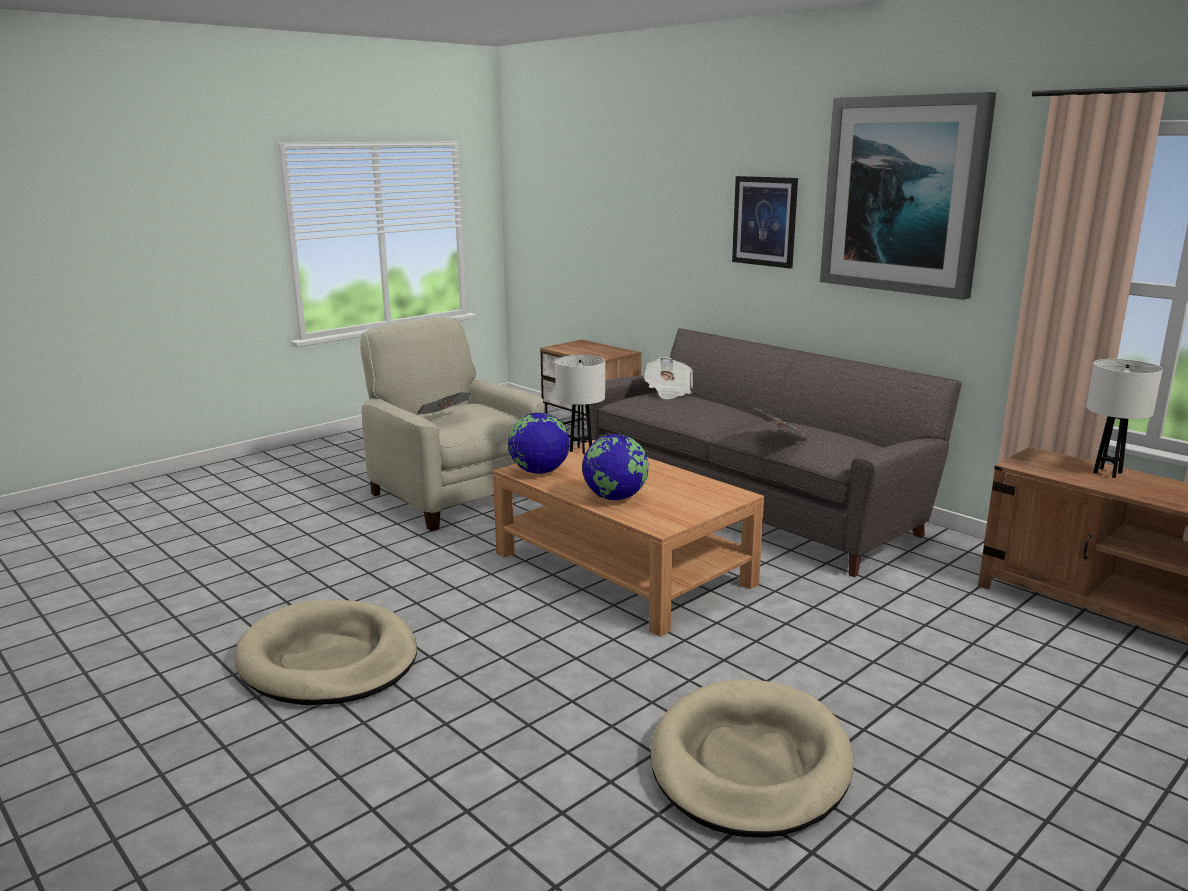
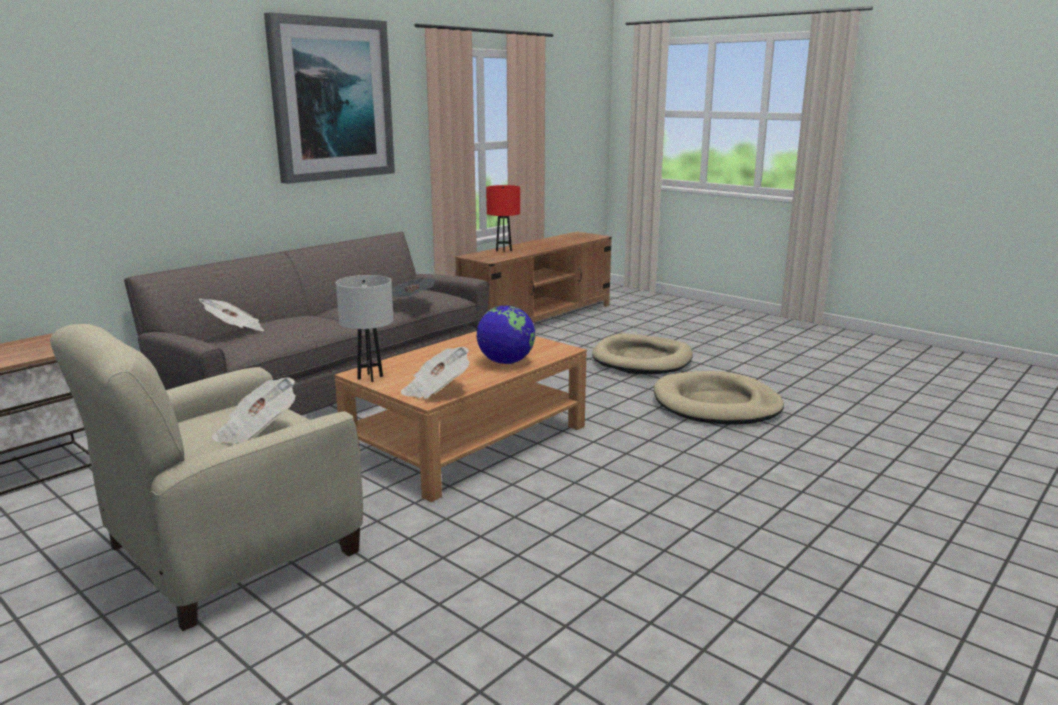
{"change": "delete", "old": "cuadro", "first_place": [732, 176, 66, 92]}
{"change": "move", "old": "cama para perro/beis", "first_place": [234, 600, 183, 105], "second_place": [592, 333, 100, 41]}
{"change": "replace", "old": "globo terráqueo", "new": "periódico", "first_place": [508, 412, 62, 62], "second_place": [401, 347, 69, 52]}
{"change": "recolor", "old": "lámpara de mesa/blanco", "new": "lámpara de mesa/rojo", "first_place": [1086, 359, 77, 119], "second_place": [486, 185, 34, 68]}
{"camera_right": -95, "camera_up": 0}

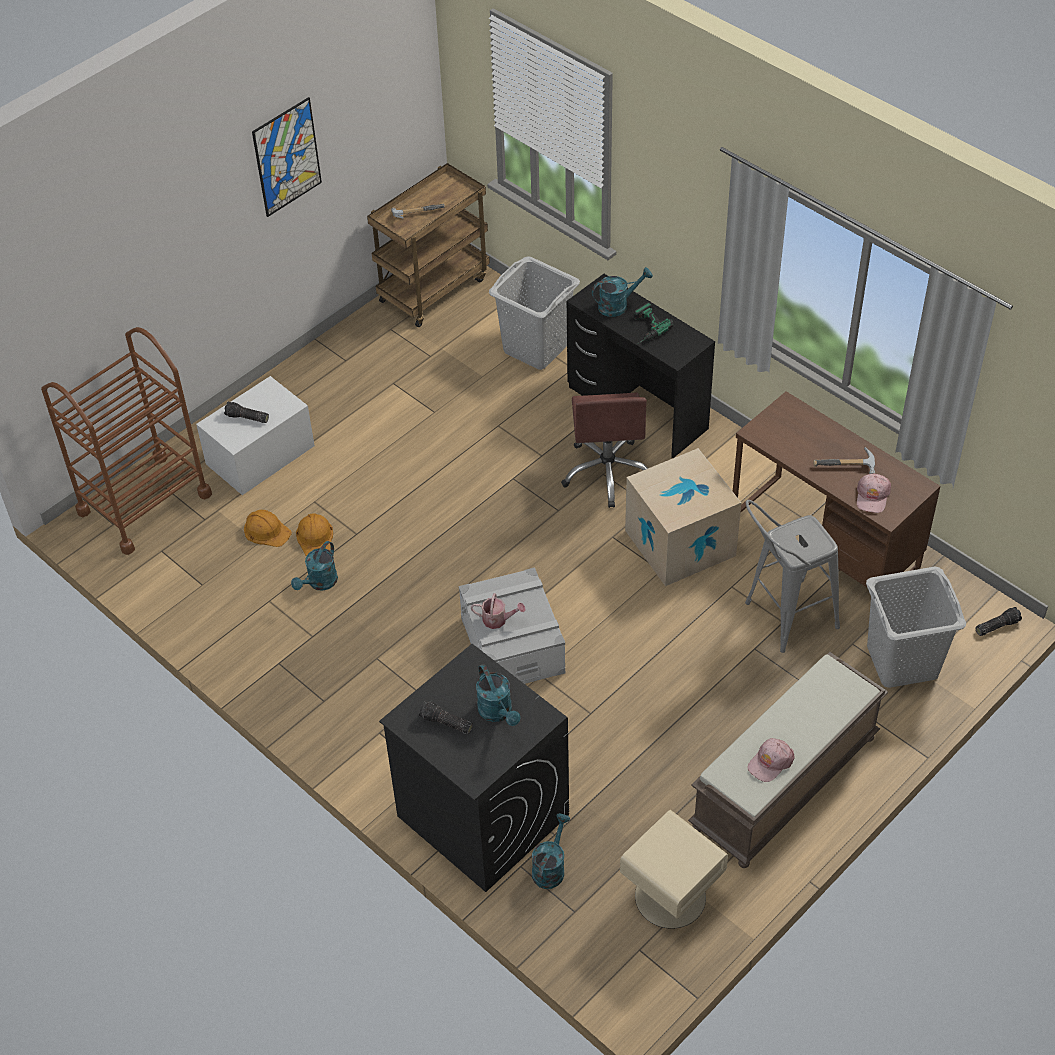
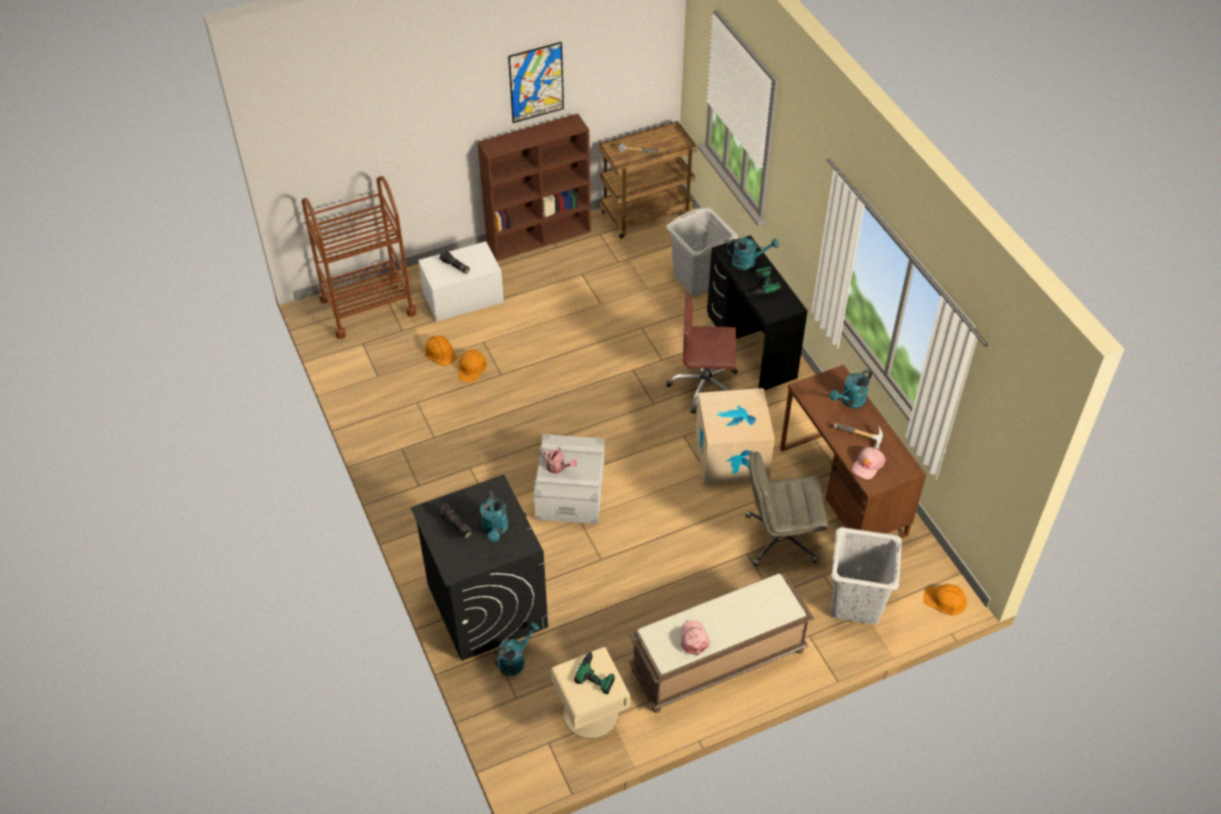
{"change": "insert", "new": "estantería/marrón", "second_place": [478, 114, 113, 147]}
{"change": "insert", "new": "taladro", "second_place": [574, 647, 41, 47]}
{"change": "move", "old": "regadera/turquesa", "first_place": [291, 541, 47, 50], "second_place": [829, 369, 43, 39]}
{"change": "replace", "old": "taburete/gris", "new": "silla de oficina/gris", "first_place": [745, 500, 95, 153], "second_place": [746, 451, 82, 115]}
{"change": "replace", "old": "linterna", "new": "casco/naranja", "first_place": [975, 607, 47, 29], "second_place": [923, 584, 44, 32]}
{"change": "rotate", "old": "silla de oficina/marrón", "first_place": [561, 393, 87, 115], "second_place": [666, 294, 72, 120], "degrees": 75}
{"change": "rotate", "old": "gorra/rosa", "first_place": [748, 738, 47, 44], "second_place": [680, 620, 30, 35], "degrees": 105}
{"camera_right": 20, "camera_up": 0}

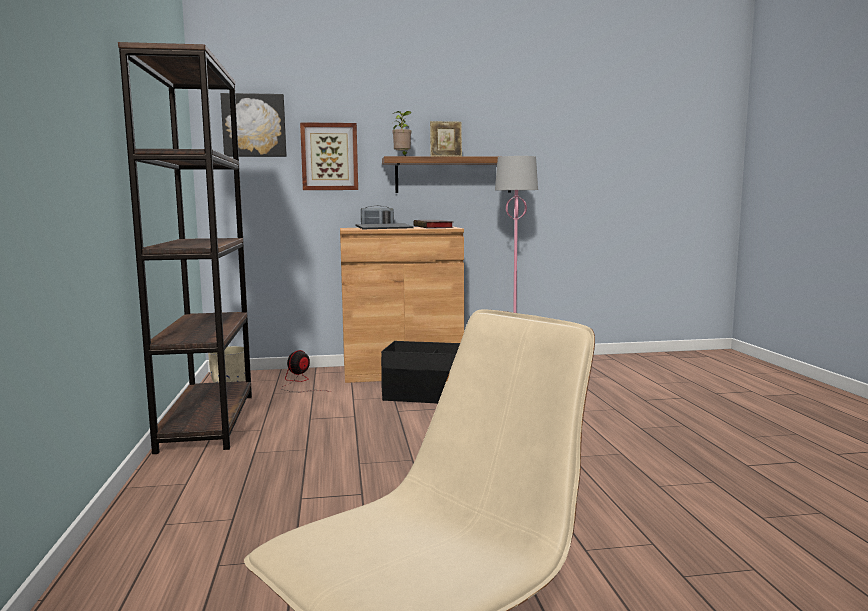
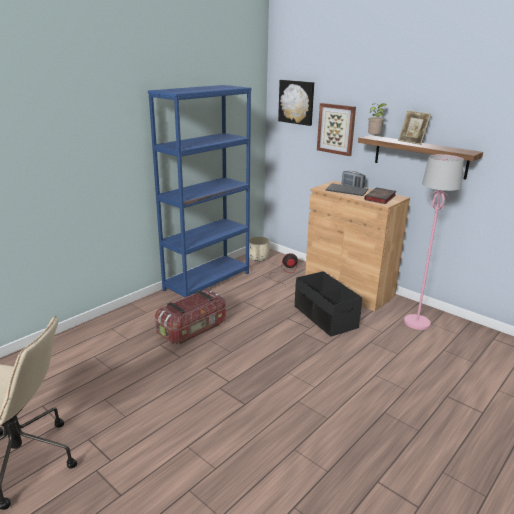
{"change": "insert", "new": "caja de almacenaje", "second_place": [155, 289, 71, 55]}
{"change": "recolor", "old": "estantería/marrón", "new": "estantería/azul", "first_place": [118, 42, 134, 412], "second_place": [148, 85, 104, 213]}
{"camera_right": 50, "camera_up": 15}

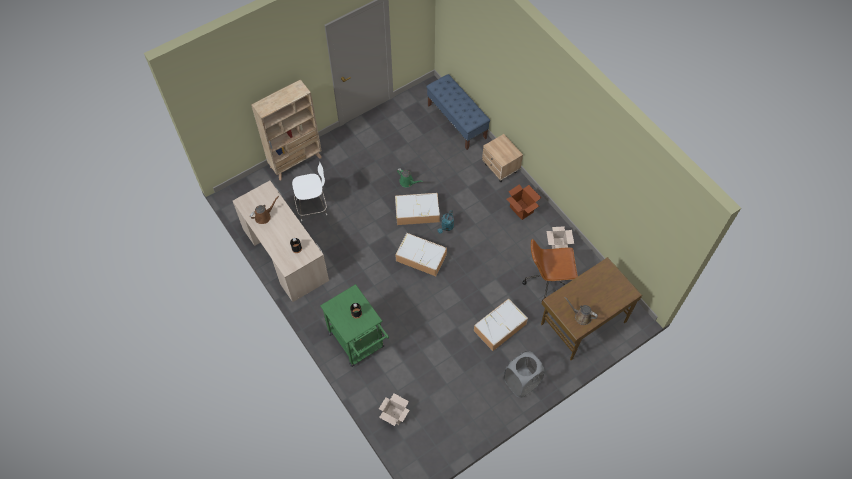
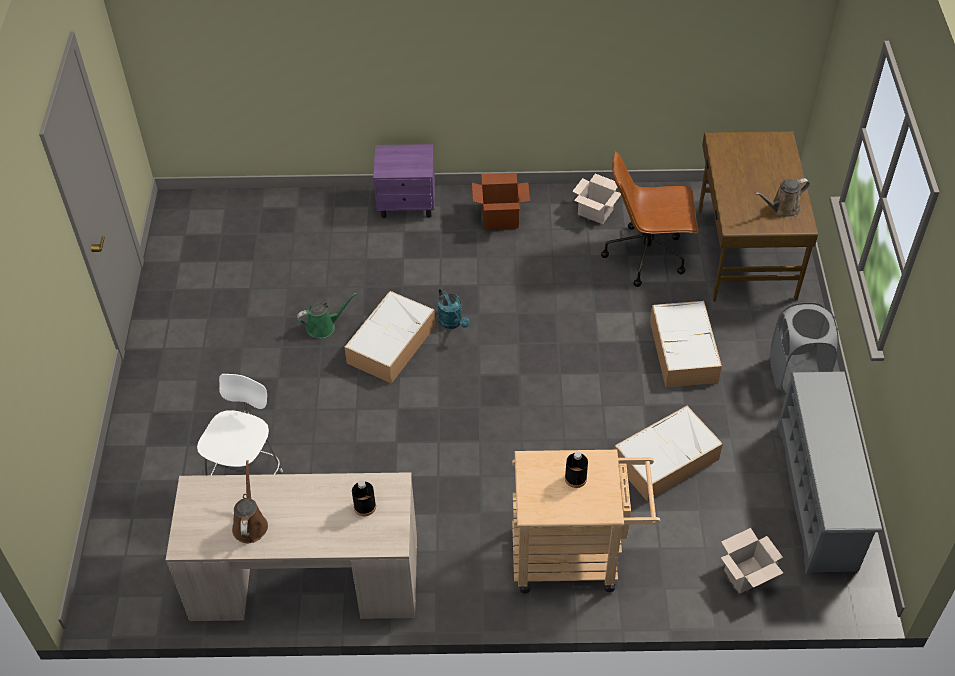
{"change": "delete", "old": "estantería/beis", "first_place": [251, 79, 71, 101]}
{"change": "delete", "old": "banco/azul", "first_place": [426, 74, 64, 76]}
{"change": "insert", "new": "zapatero/gris", "second_place": [777, 371, 105, 204]}
{"change": "move", "old": "caja de almacenaje", "first_place": [396, 233, 51, 43], "second_place": [614, 406, 109, 95]}
{"change": "recolor", "old": "carrito/verde", "new": "carrito/beis", "first_place": [320, 284, 69, 83], "second_place": [512, 450, 148, 143]}
{"change": "recolor", "old": "mesita de noche/beis", "new": "mesita de noche/morado", "first_place": [482, 134, 41, 48], "second_place": [373, 144, 62, 74]}
{"change": "rotate", "old": "silla de oficina/marrón", "first_place": [522, 239, 56, 60], "second_place": [601, 151, 97, 136], "degrees": 60}
{"camera_right": -55, "camera_up": -10}

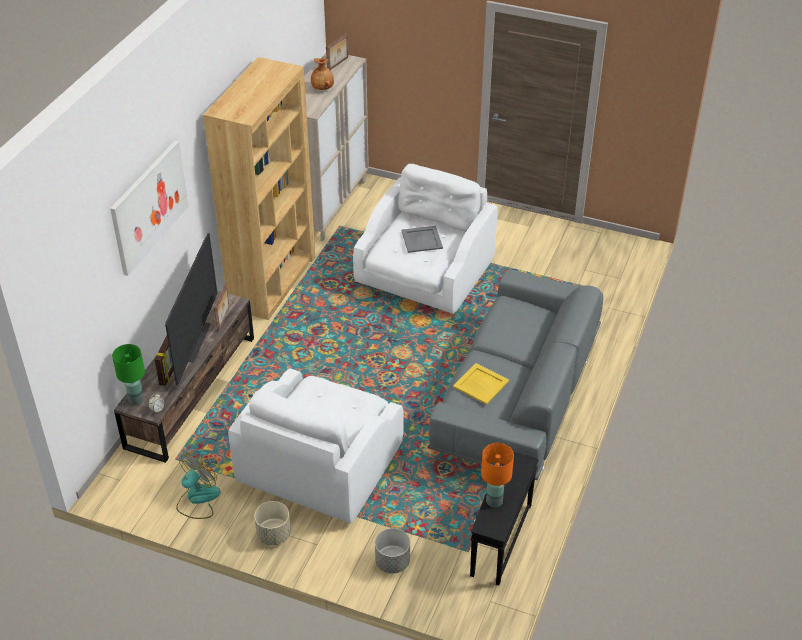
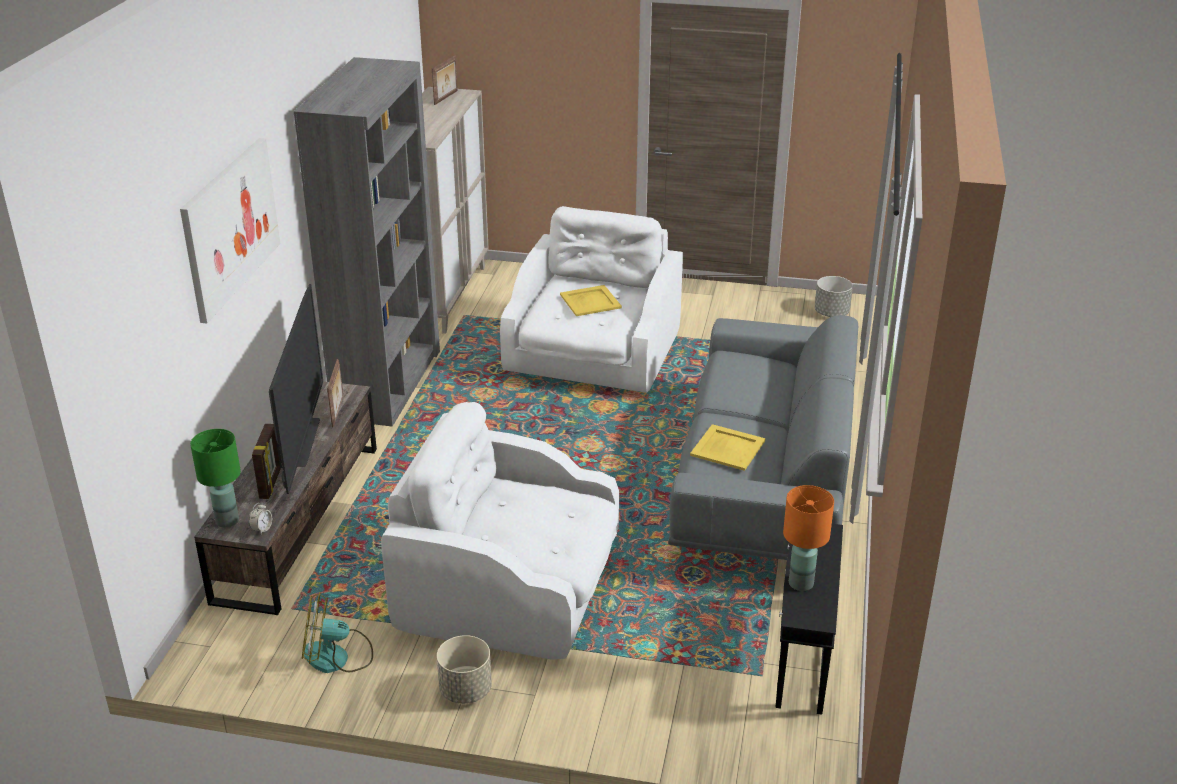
{"change": "delete", "old": "florero/marrón", "first_place": [311, 58, 23, 32]}
{"change": "move", "old": "maceta/gris", "first_place": [375, 528, 35, 46], "second_place": [815, 276, 38, 41]}
{"change": "recolor", "old": "estantería/marrón", "new": "estantería/gris", "first_place": [203, 57, 112, 263], "second_place": [294, 57, 146, 370]}
{"change": "recolor", "old": "bandeja/gris", "new": "bandeja/amarillo", "first_place": [401, 226, 42, 27], "second_place": [560, 285, 62, 31]}
{"change": "rotate", "old": "ventilador", "first_place": [176, 453, 45, 66], "second_place": [302, 592, 71, 81], "degrees": -120}
{"change": "rotate", "old": "sillón/blanco", "first_place": [228, 368, 176, 156], "second_place": [381, 402, 238, 258], "degrees": 90}
{"camera_right": -10, "camera_up": -10}

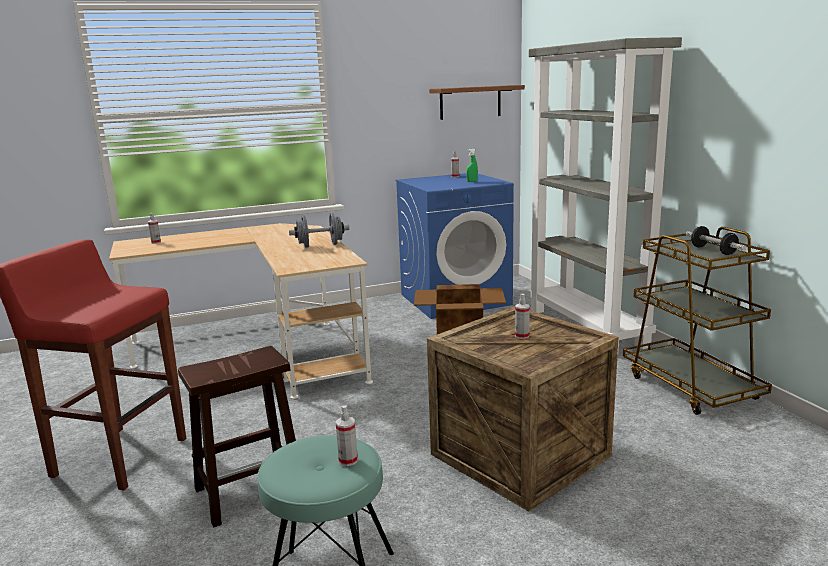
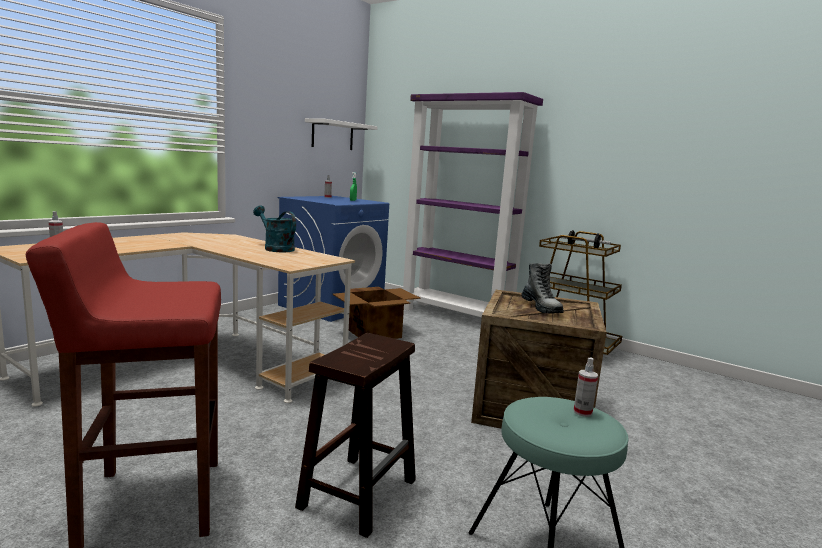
{"change": "replace", "old": "mancuerna/gris", "new": "regadera/turquesa", "first_place": [289, 213, 60, 35], "second_place": [253, 206, 43, 46]}
{"change": "replace", "old": "pulverizador", "new": "bota", "first_place": [515, 294, 15, 45], "second_place": [521, 263, 43, 50]}
{"change": "recolor", "old": "estante/marrón", "new": "estante/blanco", "first_place": [429, 85, 96, 35], "second_place": [305, 118, 72, 32]}
{"change": "recolor", "old": "estantería/gris", "new": "estantería/morado", "first_place": [528, 37, 154, 313], "second_place": [403, 92, 140, 226]}
{"camera_right": -35, "camera_up": -5}

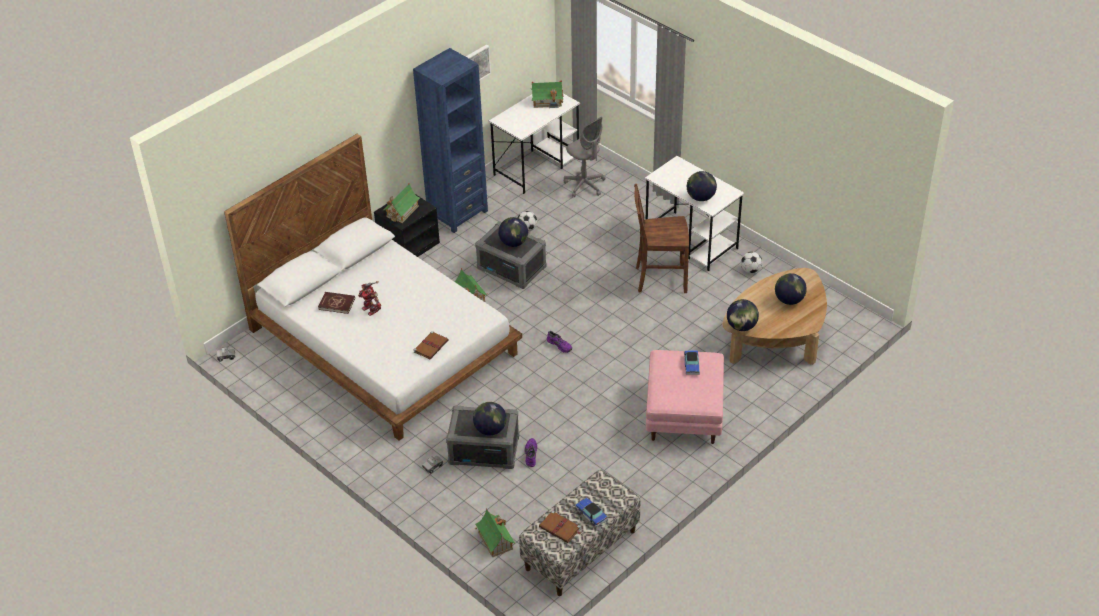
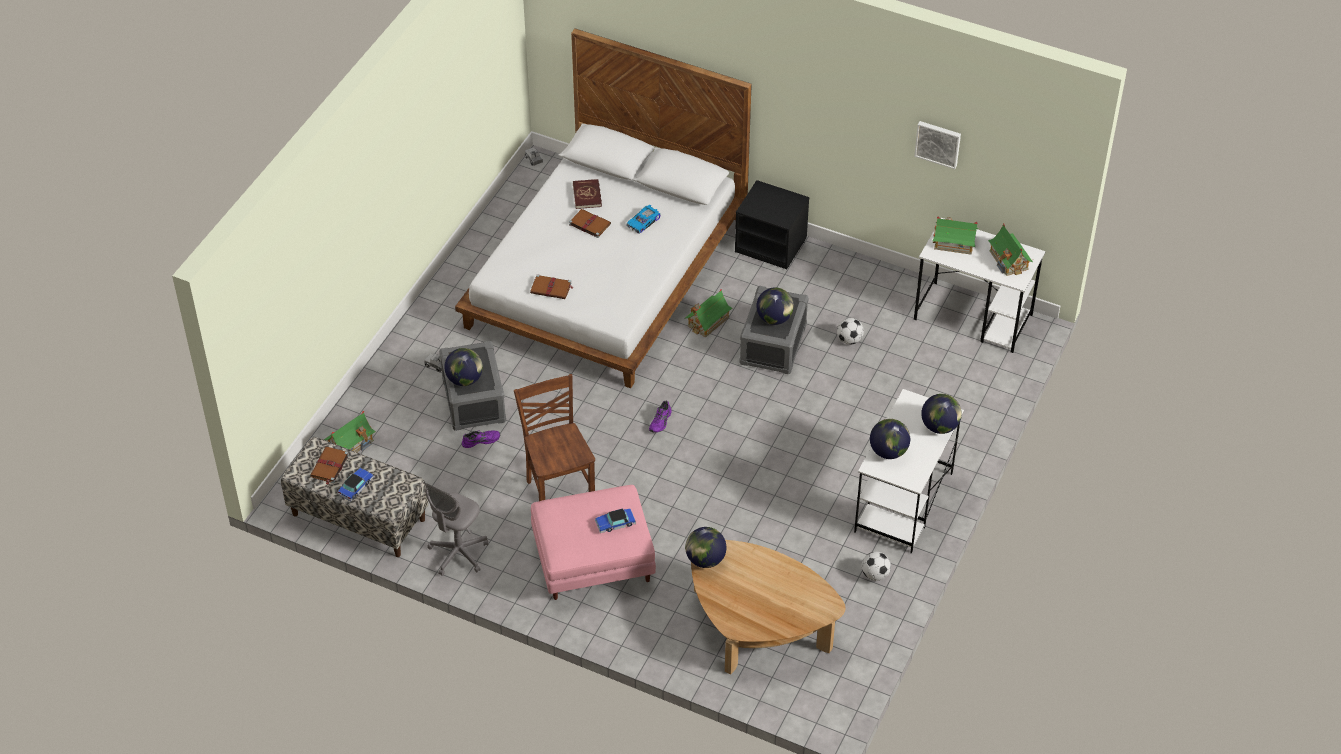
{"change": "delete", "old": "estantería/azul", "first_place": [413, 48, 75, 185]}
{"change": "insert", "new": "coche de juguete", "second_place": [626, 205, 35, 29]}
{"change": "move", "old": "casita", "first_place": [384, 183, 36, 40], "second_place": [933, 217, 45, 38]}
{"change": "move", "old": "silla de oficina/gris", "first_place": [564, 117, 41, 80], "second_place": [424, 483, 64, 93]}
{"change": "move", "old": "silla/marrón", "first_place": [634, 184, 55, 109], "second_place": [514, 374, 81, 127]}
{"change": "move", "old": "globo terráqueo", "first_place": [775, 273, 32, 32], "second_place": [921, 394, 41, 40]}
{"change": "replace", "old": "robot de juguete", "new": "libro/marrón", "first_place": [358, 281, 23, 35], "second_place": [569, 209, 42, 29]}
{"camera_right": 70, "camera_up": 5}

